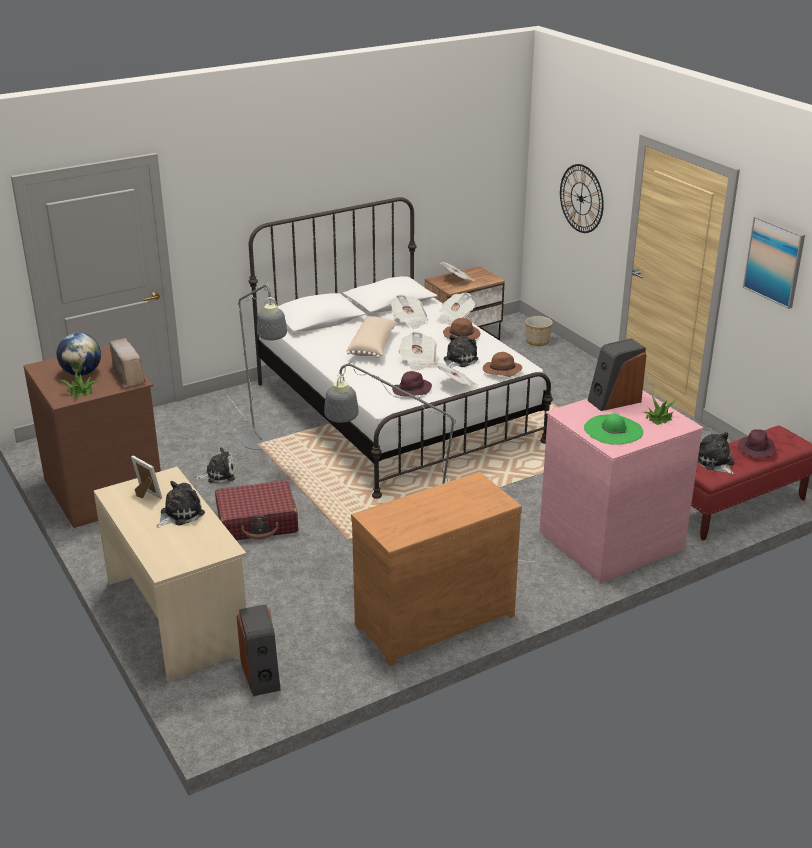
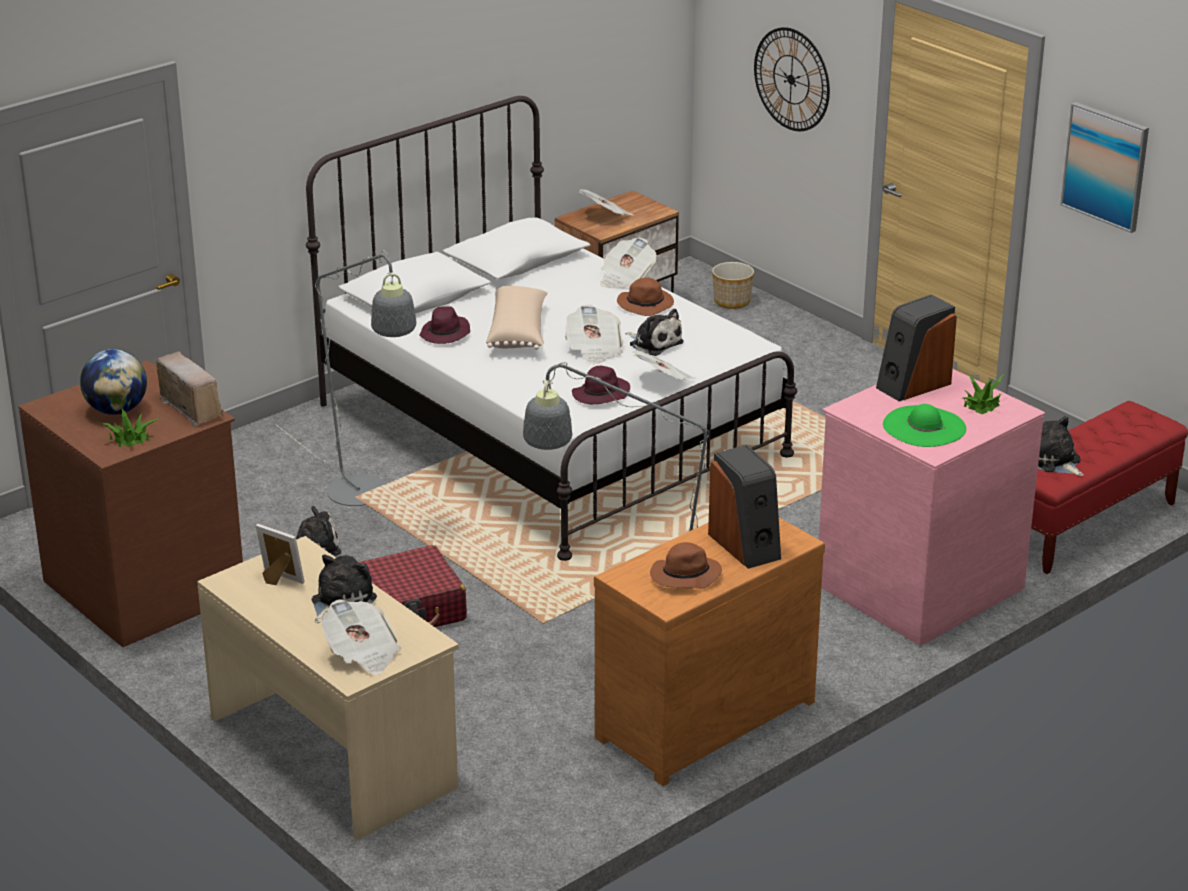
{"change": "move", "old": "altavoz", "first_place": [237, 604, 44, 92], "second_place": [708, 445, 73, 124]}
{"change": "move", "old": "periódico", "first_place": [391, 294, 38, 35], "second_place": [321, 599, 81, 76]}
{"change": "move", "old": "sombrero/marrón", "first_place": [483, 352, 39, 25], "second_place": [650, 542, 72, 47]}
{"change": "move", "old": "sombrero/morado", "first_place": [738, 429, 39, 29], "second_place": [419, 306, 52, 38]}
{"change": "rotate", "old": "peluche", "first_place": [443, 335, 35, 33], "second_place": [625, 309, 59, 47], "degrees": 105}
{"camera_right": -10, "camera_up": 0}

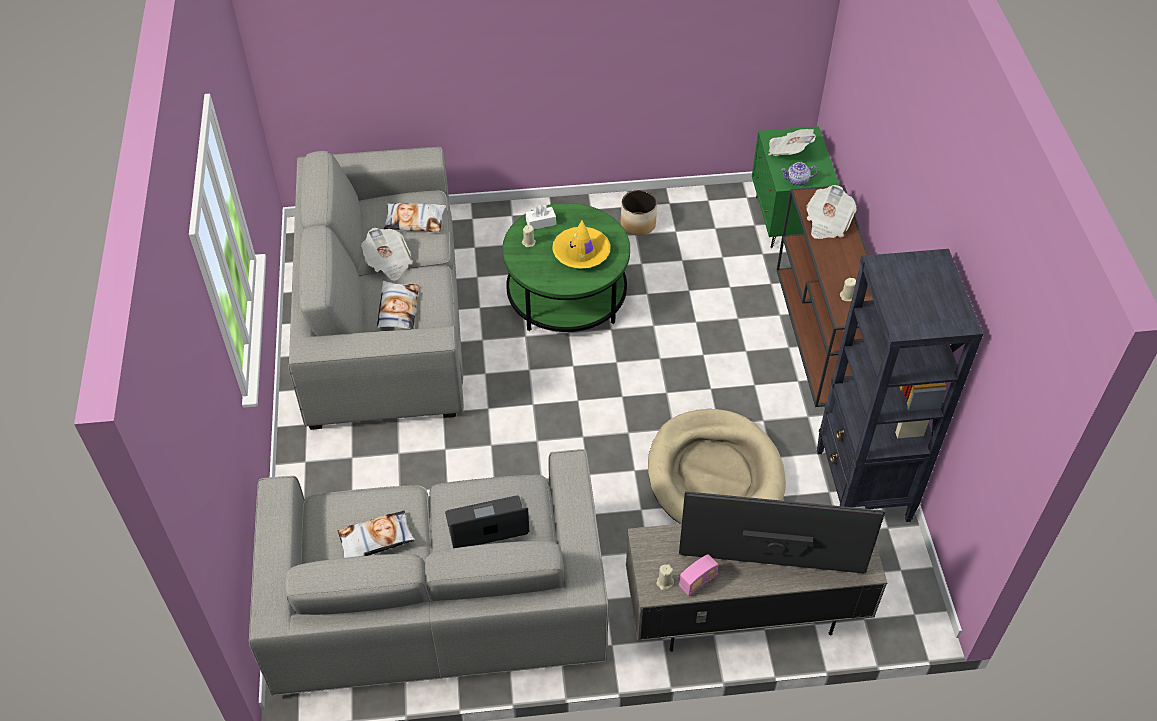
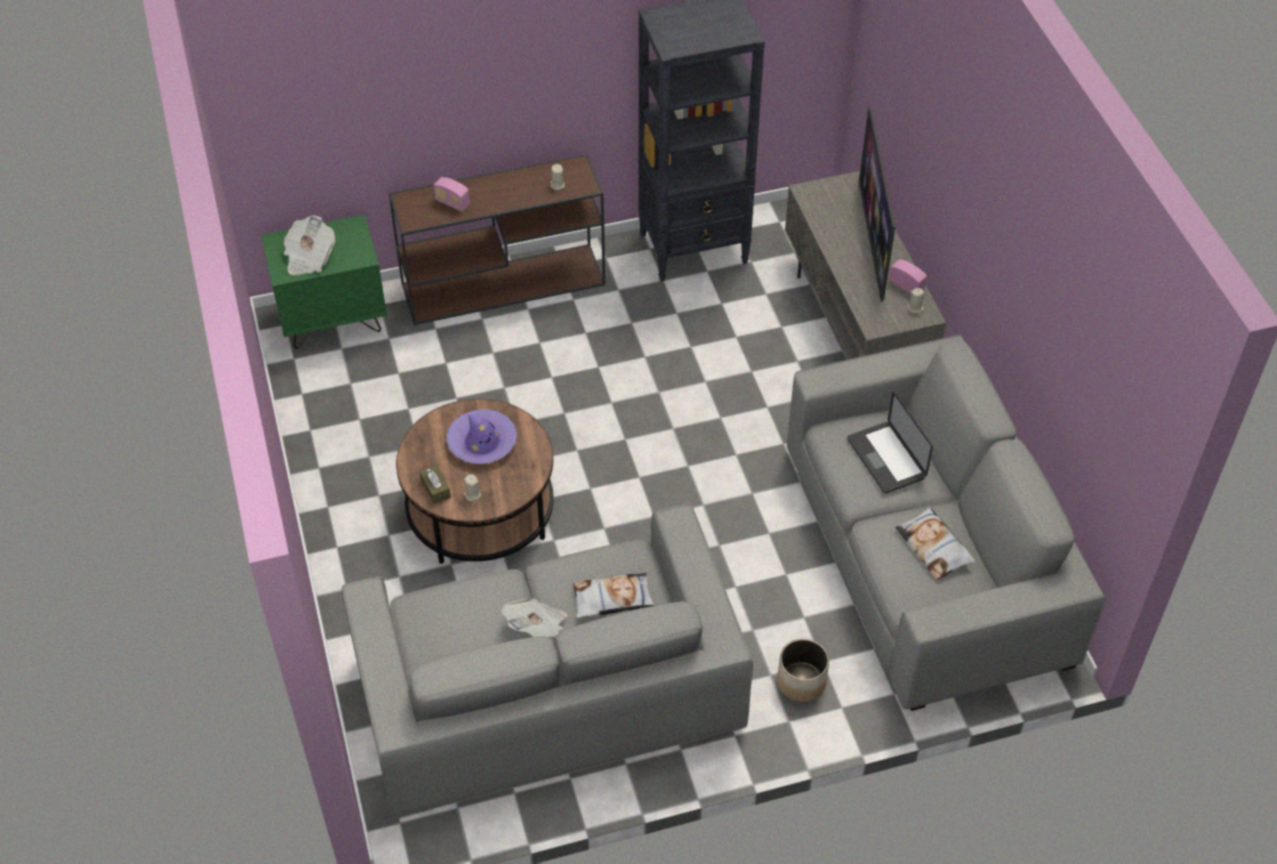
{"change": "delete", "old": "cojín", "first_place": [383, 202, 63, 30]}
{"change": "delete", "old": "cama para perro/beis", "first_place": [648, 409, 138, 115]}
{"change": "delete", "old": "tetera", "first_place": [781, 162, 37, 24]}
{"change": "move", "old": "maceta", "first_place": [621, 190, 36, 46], "second_place": [777, 639, 52, 63]}
{"change": "replace", "old": "periódico", "new": "radio", "first_place": [806, 185, 51, 54], "second_place": [433, 177, 37, 35]}
{"change": "recolor", "old": "mesa de centro/verde", "new": "mesa de centro/marrón", "first_place": [502, 203, 128, 129], "second_place": [396, 399, 158, 165]}
{"change": "recolor", "old": "caja de pañuelos/blanco", "new": "caja de pañuelos/marrón", "first_place": [526, 205, 30, 24], "second_place": [420, 464, 31, 40]}
{"change": "recolor", "old": "sombrero/amarillo", "new": "sombrero/morado", "first_place": [552, 220, 59, 49], "second_place": [446, 409, 71, 55]}
{"camera_right": -100, "camera_up": 0}

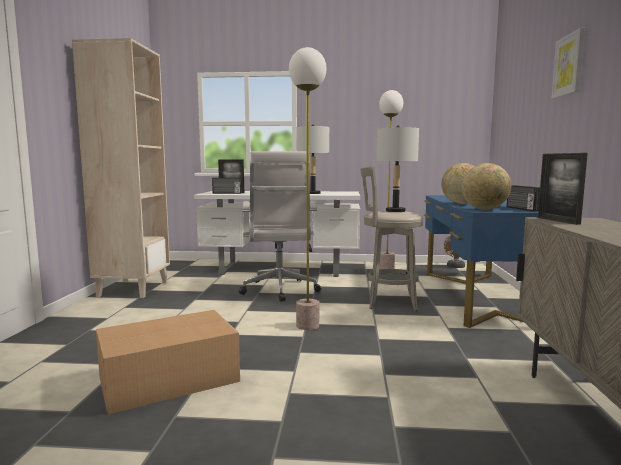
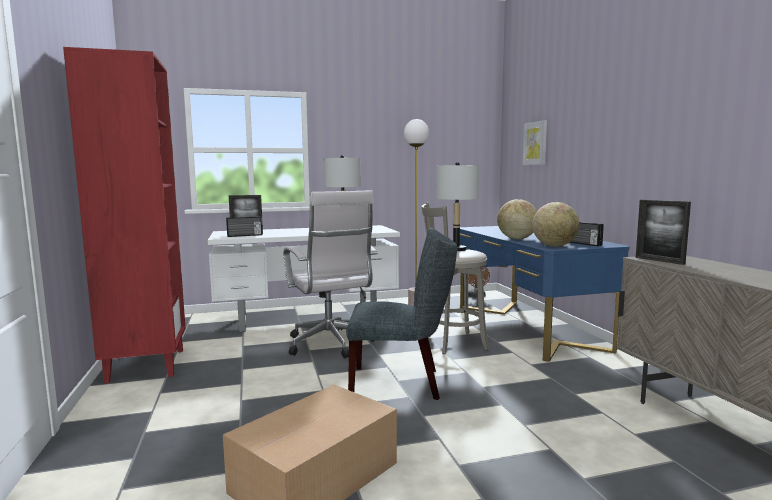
{"change": "move", "old": "cuadro", "first_place": [551, 27, 34, 72], "second_place": [523, 120, 24, 45]}
{"change": "replace", "old": "lámpara de pie", "new": "silla/gris", "first_place": [289, 47, 37, 283], "second_place": [346, 228, 111, 172]}
{"change": "recolor", "old": "estantería/beis", "new": "estantería/rojo", "first_place": [72, 38, 98, 260], "second_place": [63, 47, 122, 337]}
{"camera_right": -20, "camera_up": 0}

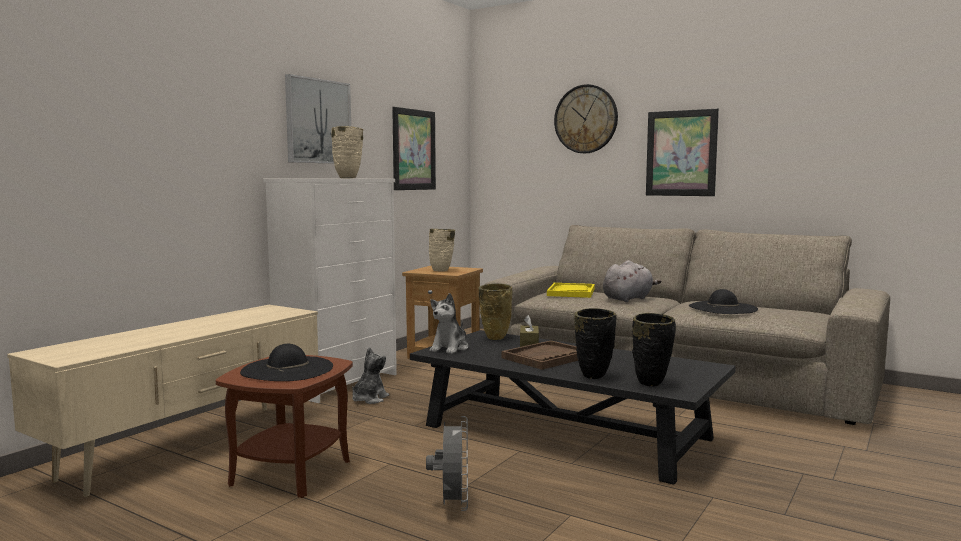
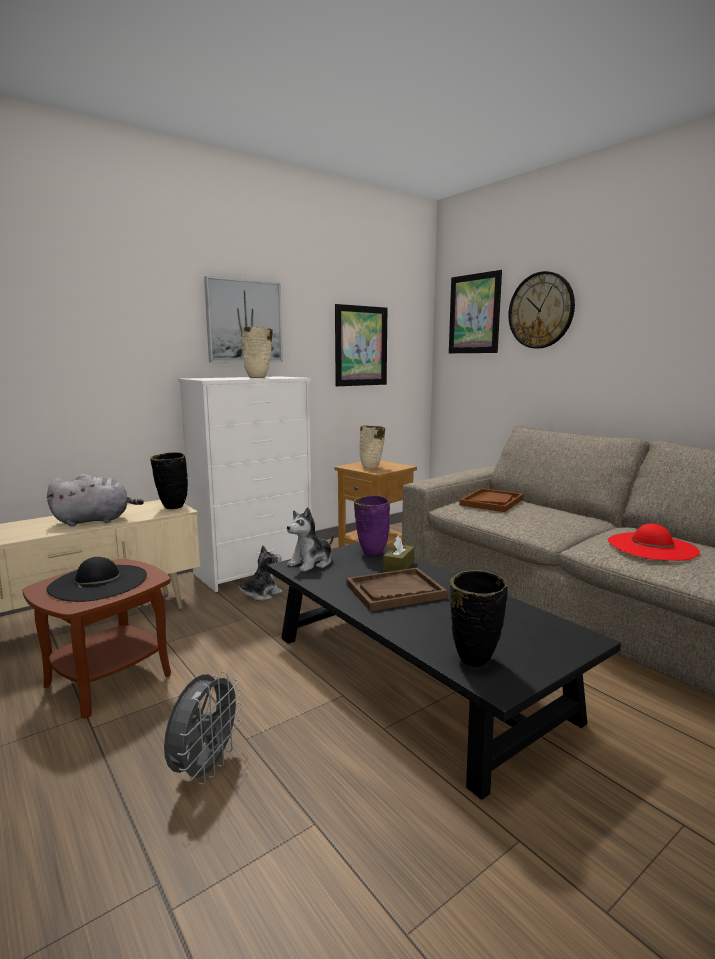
{"change": "move", "old": "florero/negro", "first_place": [574, 308, 43, 71], "second_place": [150, 452, 38, 57]}
{"change": "move", "old": "peluche/gris", "first_place": [603, 260, 58, 42], "second_place": [47, 474, 97, 53]}
{"change": "move", "old": "cuadro", "first_place": [646, 109, 73, 87], "second_place": [449, 270, 53, 83]}
{"change": "recolor", "old": "florero/beis", "new": "florero/morado", "first_place": [479, 283, 33, 57], "second_place": [354, 495, 36, 61]}
{"change": "recolor", "old": "bandeja/amarillo", "new": "bandeja/marrón", "first_place": [547, 283, 48, 15], "second_place": [459, 488, 65, 24]}
{"change": "recolor", "old": "sombrero/negro", "new": "sombrero/rojo", "first_place": [689, 289, 69, 25], "second_place": [608, 523, 92, 38]}
{"camera_right": 20, "camera_up": 5}

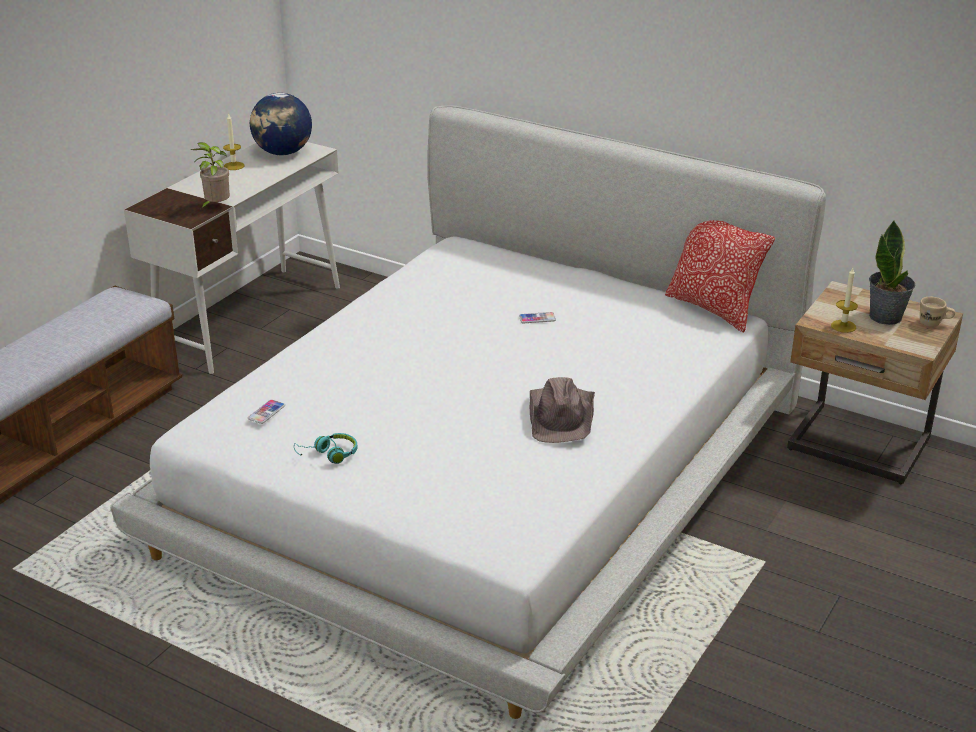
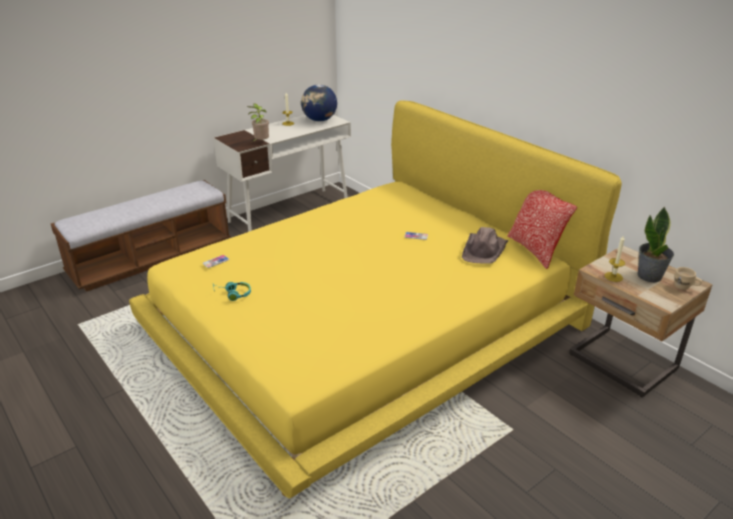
{"change": "move", "old": "sombrero/marrón", "first_place": [530, 377, 65, 66], "second_place": [462, 227, 47, 37]}
{"change": "recolor", "old": "cama/blanco", "new": "cama/amarillo", "first_place": [110, 105, 716, 614], "second_place": [129, 100, 493, 399]}
{"camera_right": 20, "camera_up": 0}

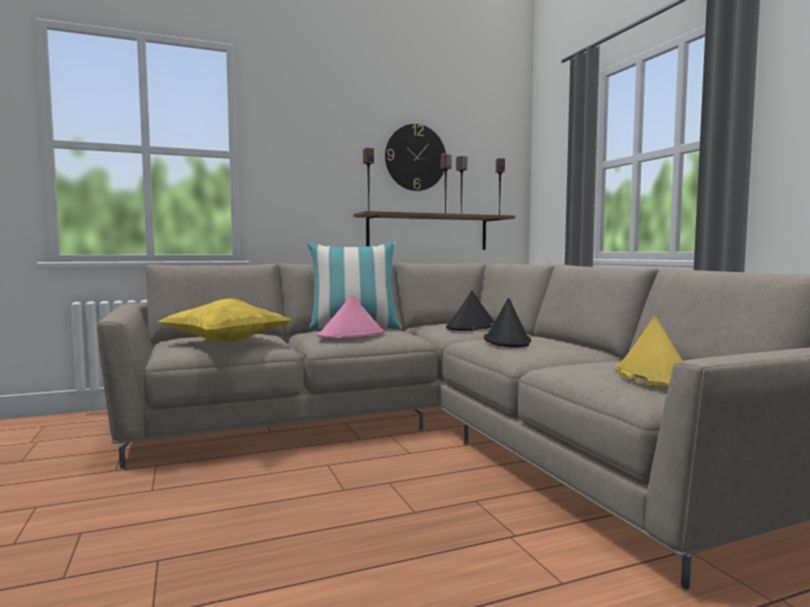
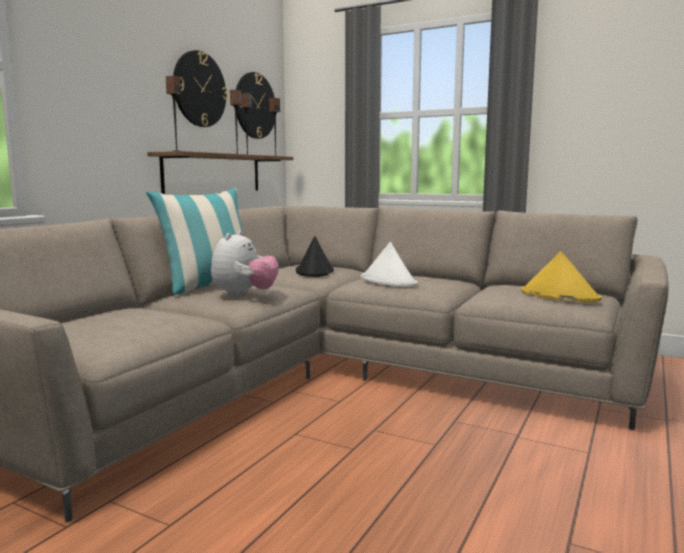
{"change": "delete", "old": "cojín/amarillo", "first_place": [158, 298, 133, 45]}
{"change": "insert", "new": "reloj de pared", "second_place": [236, 72, 41, 67]}
{"change": "replace", "old": "sombrero/rosa", "new": "peluche", "first_place": [317, 295, 67, 43], "second_place": [211, 231, 68, 66]}
{"change": "recolor", "old": "sombrero/negro", "new": "sombrero/blanco", "first_place": [484, 298, 47, 50], "second_place": [361, 242, 57, 45]}
{"camera_right": -40, "camera_up": 5}

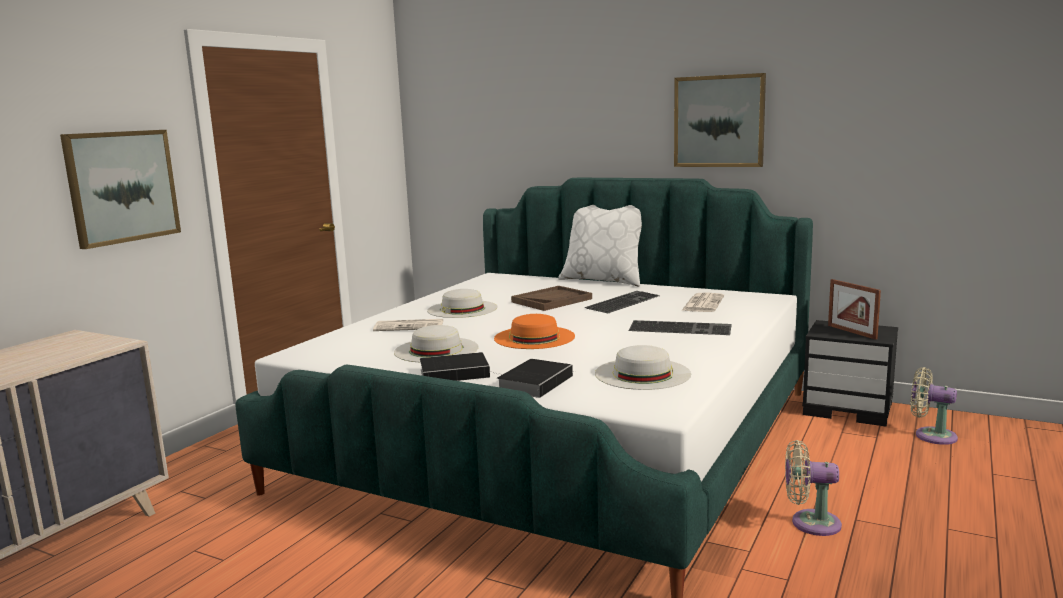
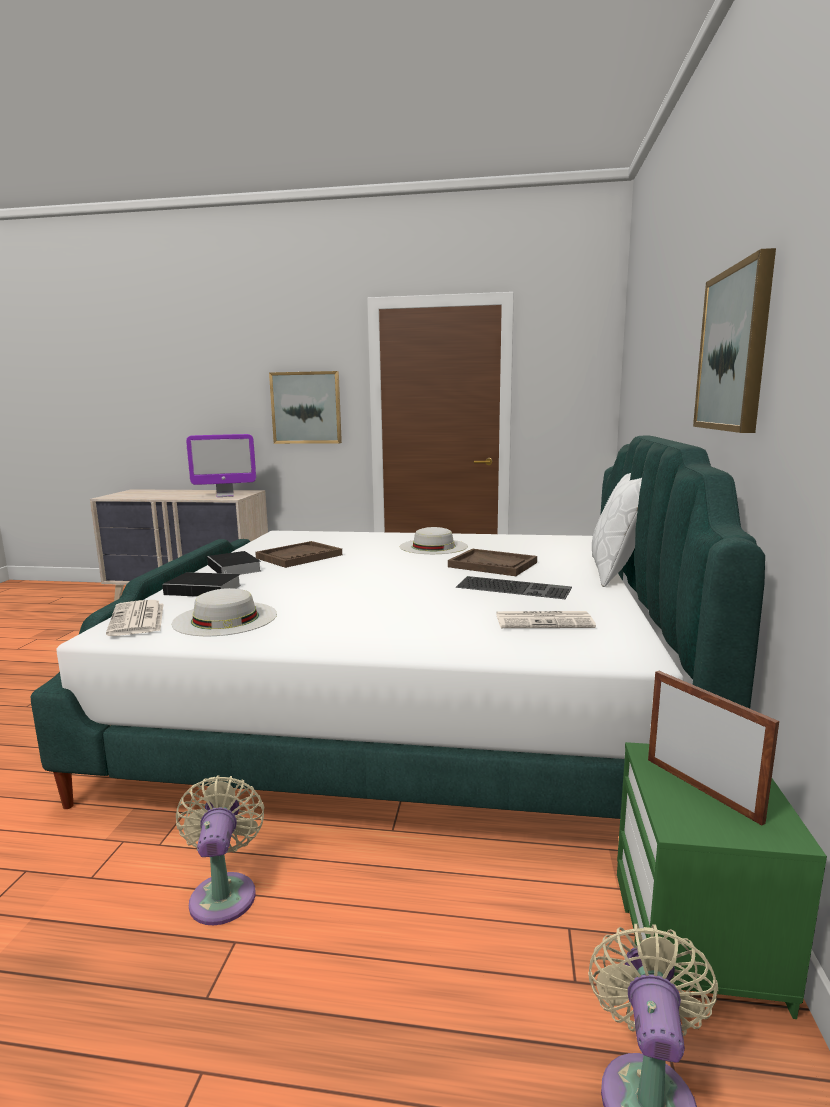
{"change": "delete", "old": "sombrero/naranja", "first_place": [494, 314, 81, 35]}
{"change": "delete", "old": "teclado", "first_place": [628, 320, 104, 15]}
{"change": "insert", "new": "monitor", "second_place": [186, 434, 70, 63]}
{"change": "move", "old": "periódico", "first_place": [373, 319, 70, 12], "second_place": [106, 600, 57, 36]}
{"change": "replace", "old": "sombrero/blanco", "new": "bandeja/marrón", "first_place": [394, 325, 84, 38], "second_place": [255, 541, 87, 27]}
{"change": "recolor", "old": "mesita de noche/negro", "new": "mesita de noche/verde", "first_place": [802, 320, 96, 106], "second_place": [617, 742, 210, 277]}
{"change": "rotate", "old": "portarretratos", "first_place": [828, 279, 53, 61], "second_place": [648, 671, 131, 154], "degrees": 105}
{"camera_right": 70, "camera_up": 0}

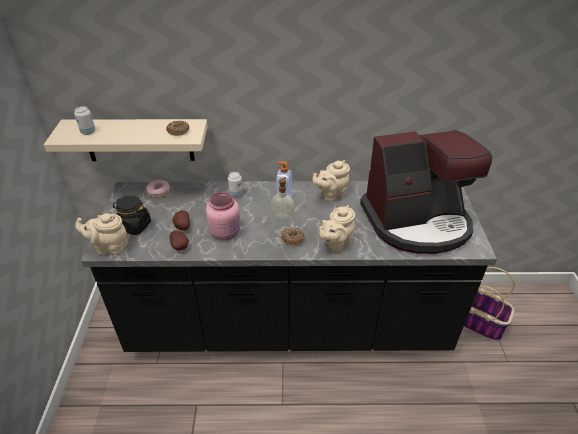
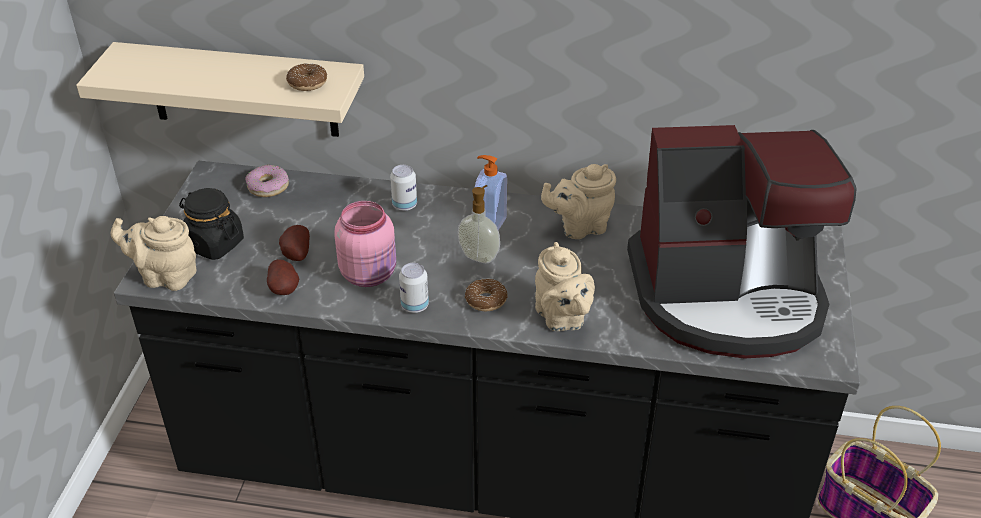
{"change": "move", "old": "lata", "first_place": [74, 106, 22, 29], "second_place": [399, 263, 30, 50]}
{"change": "rotate", "old": "tetera/beis", "first_place": [319, 205, 36, 48], "second_place": [535, 242, 60, 89], "degrees": -75}
{"camera_right": 10, "camera_up": 0}

